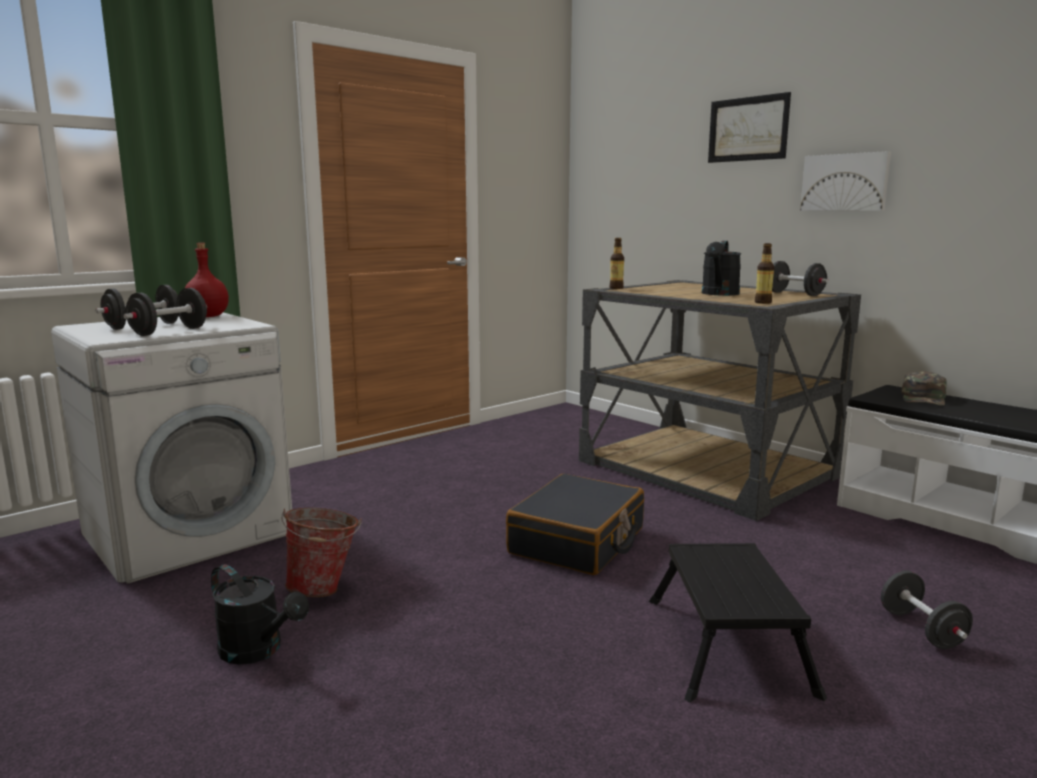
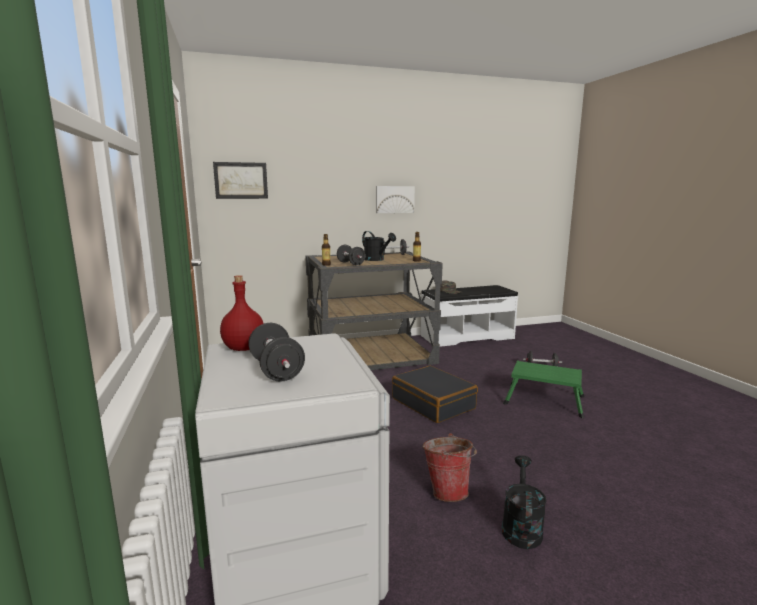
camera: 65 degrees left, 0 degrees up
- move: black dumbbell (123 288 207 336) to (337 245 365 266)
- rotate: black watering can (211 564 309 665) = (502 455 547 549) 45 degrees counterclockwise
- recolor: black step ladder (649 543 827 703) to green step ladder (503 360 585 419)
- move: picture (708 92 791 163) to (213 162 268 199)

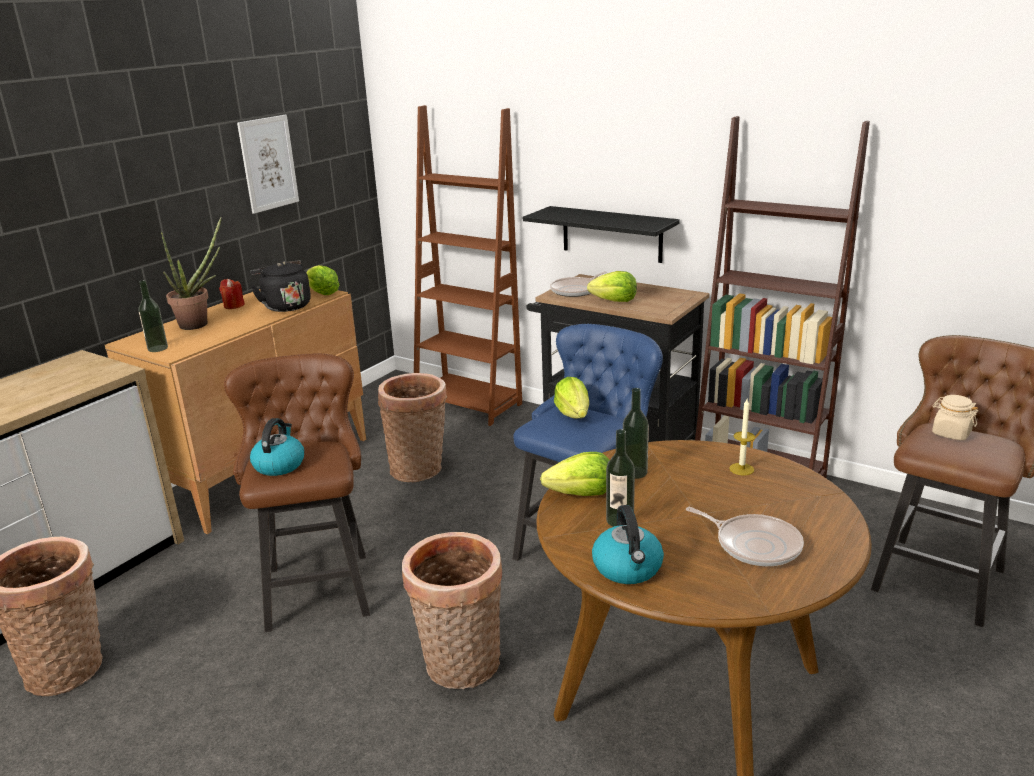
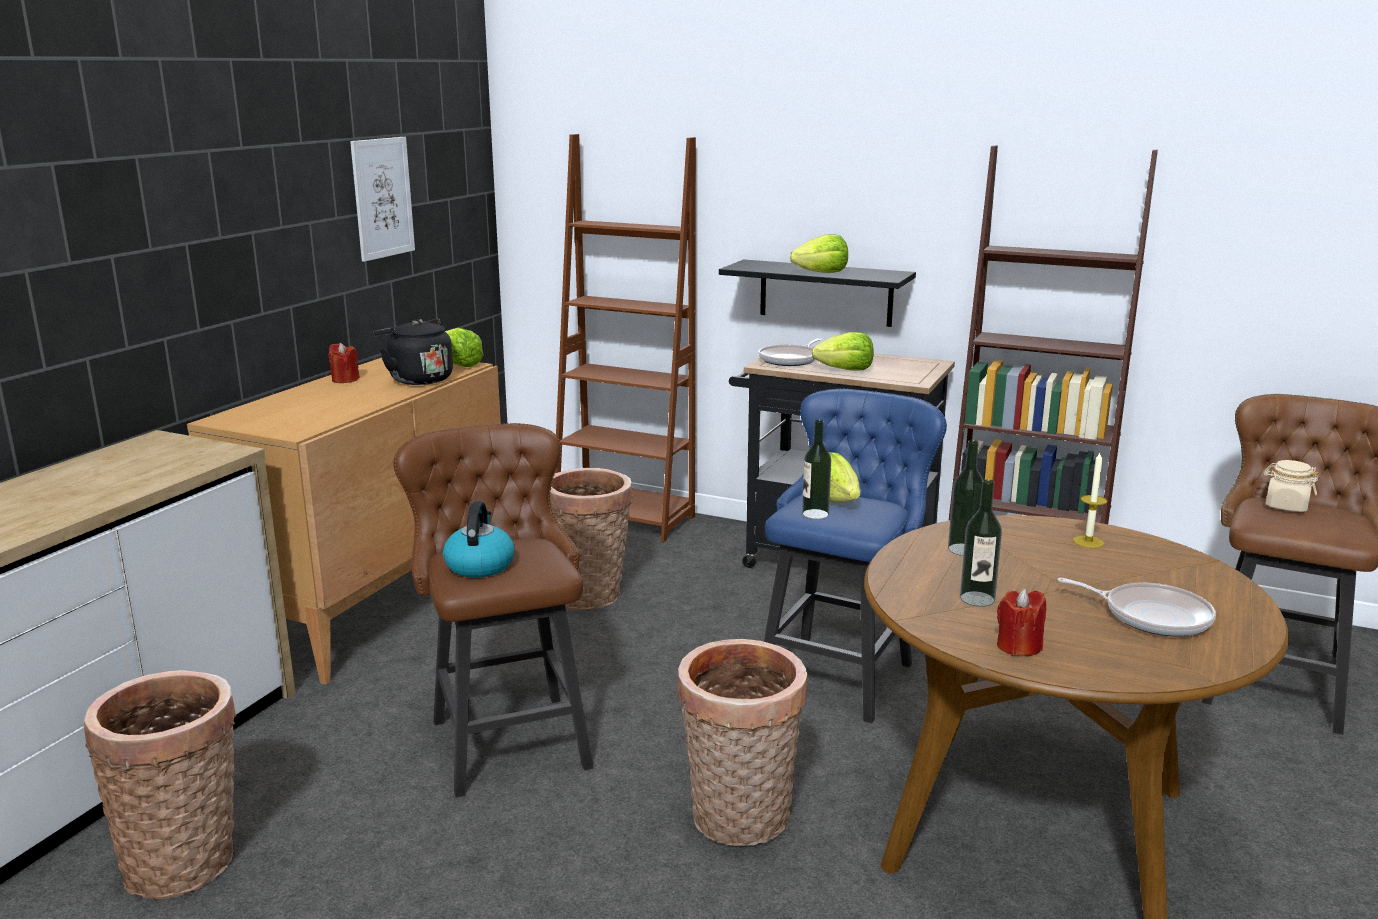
camera: 10 degrees left, 5 degrees down
- move: bottle (139 280 168 352) to (802 420 831 519)
- delete: potted plant (161 217 221 330)
- move: lettuce (540 452 610 496) to (790 234 848 273)
- replace: kettle (592 505 664 584) to red candle (997 589 1046 656)

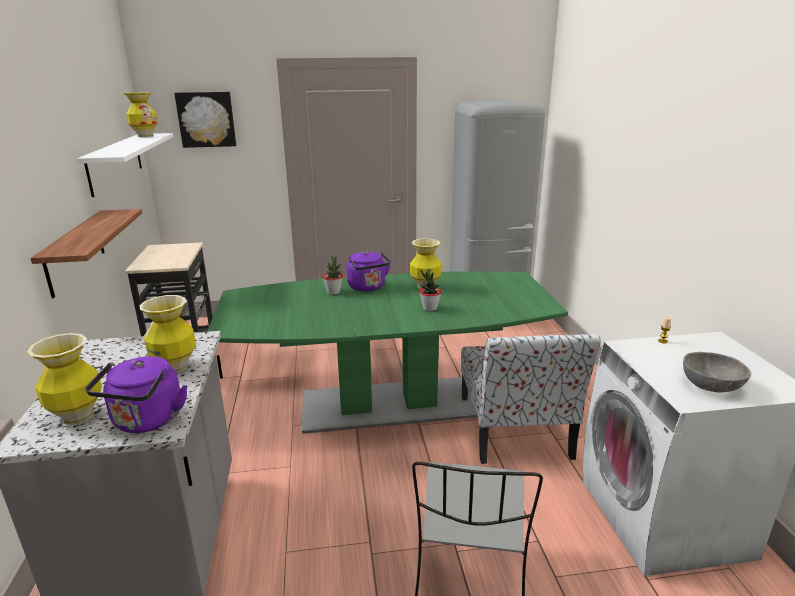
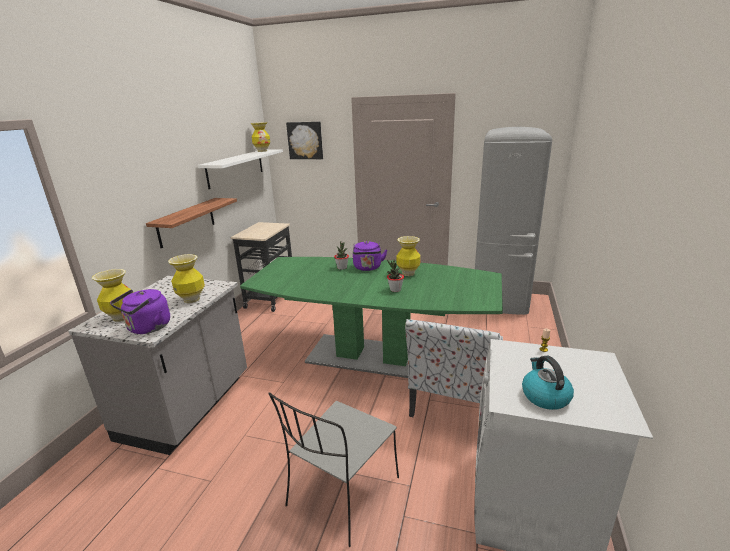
camera: 25 degrees right, 0 degrees up
- replace: grey bowl (683 352 751 392) to kettle (522 356 574 410)

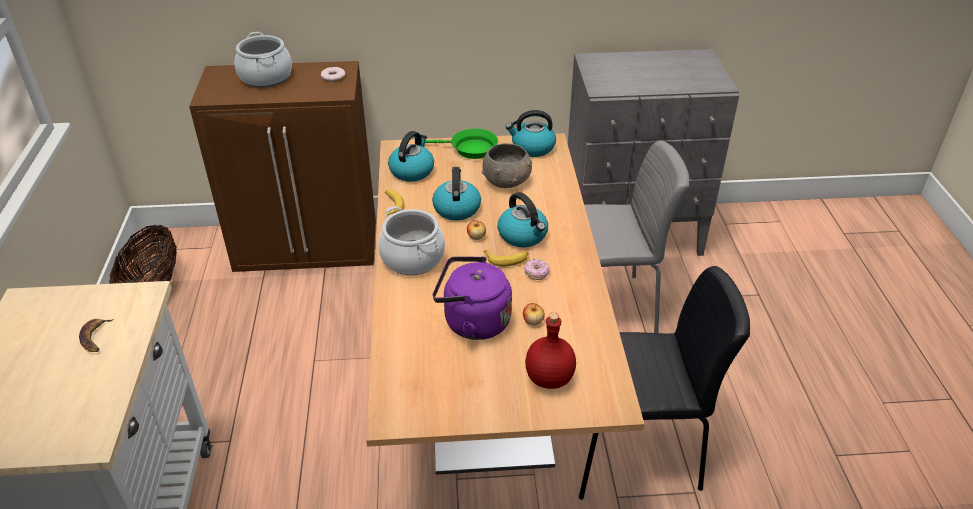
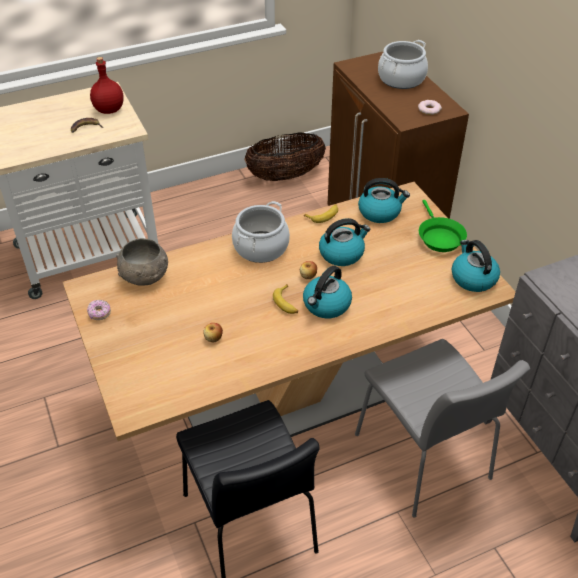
camera: 70 degrees right, 5 degrees up
- delete: purple kettle (433 256 512 340)
- move: grey bowl (482 143 532 188) to (116 238 168 286)
- move: donut (524 259 550 280) to (87 300 111 320)
- move: red bottle (525 313 576 389) to (90 57 124 114)

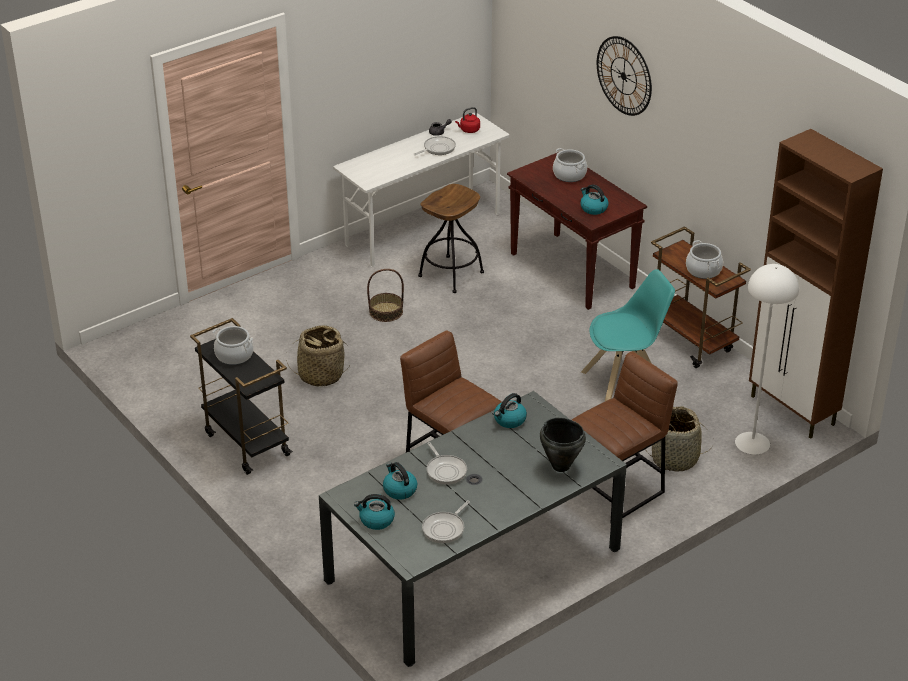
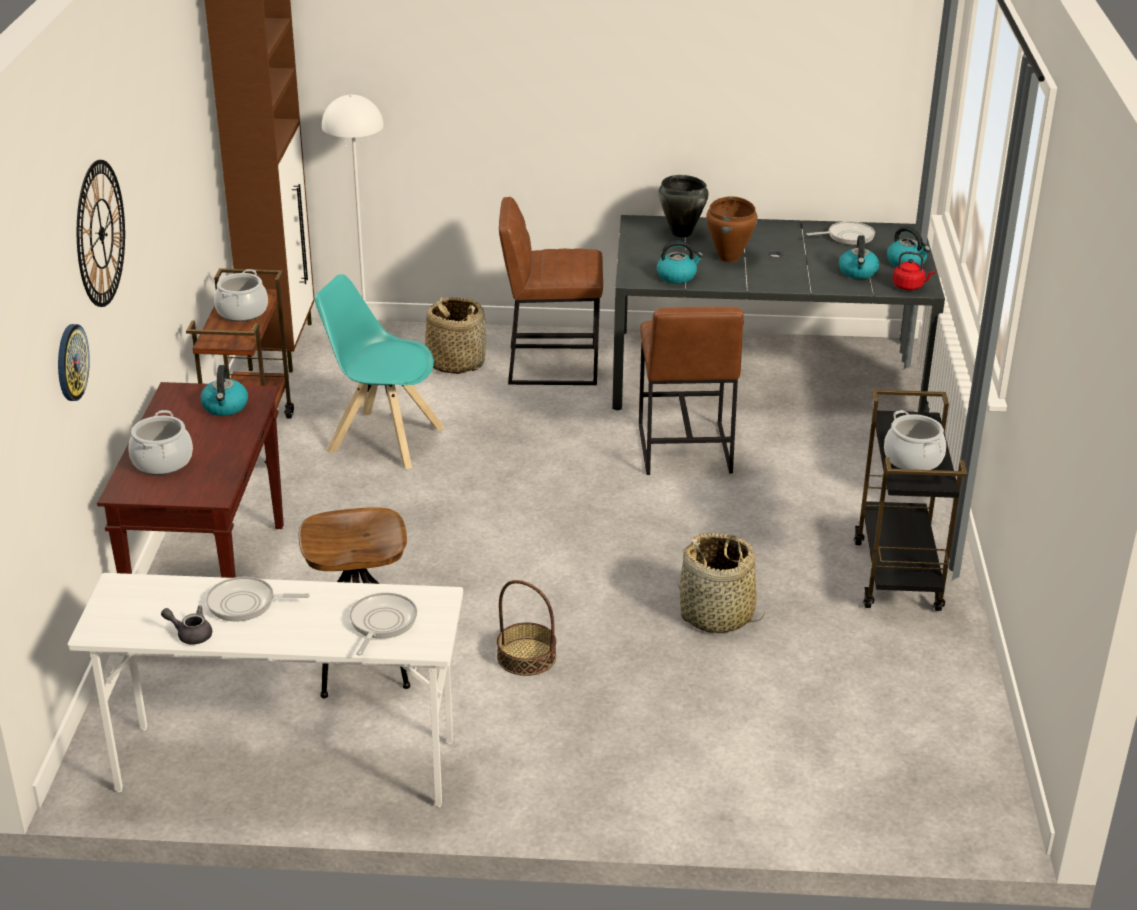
camera: 140 degrees left, 5 degrees down
- move: frying pan (426 442 467 484) to (350 593 417 655)
- move: red kettle (455 107 480 133) to (893 251 935 290)
- insert: wall clock (58 324 90 401)
- insert: brown cooking pot (706 196 758 262)

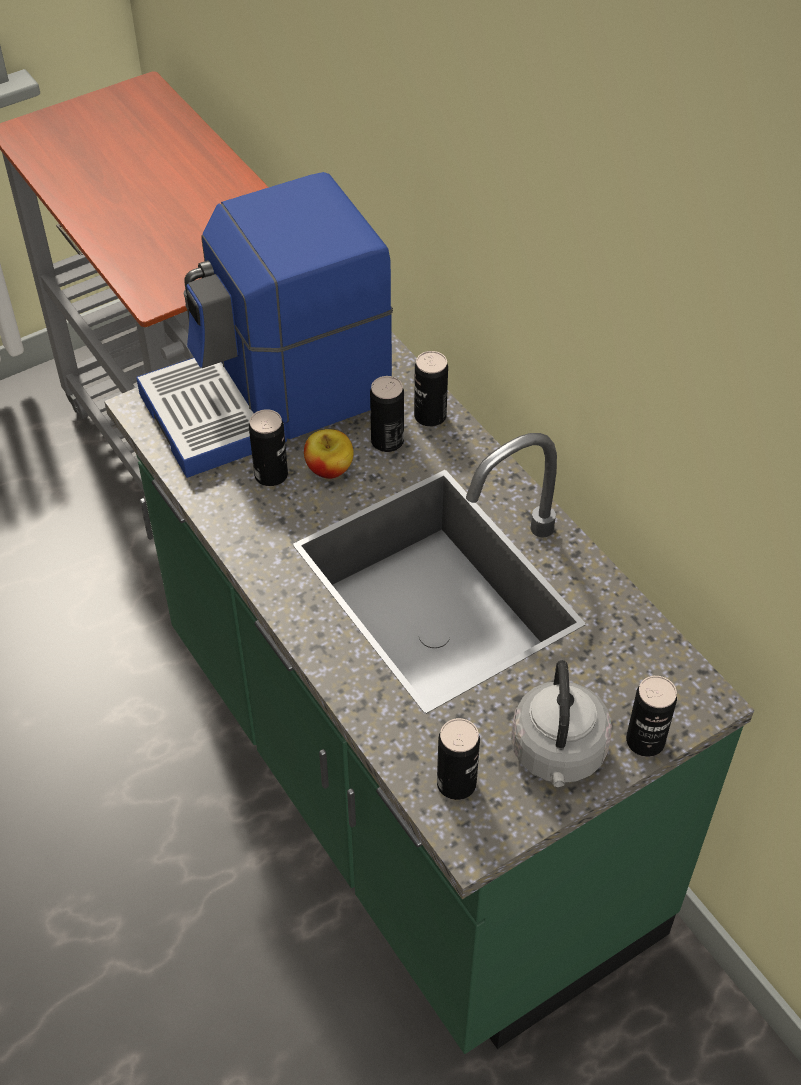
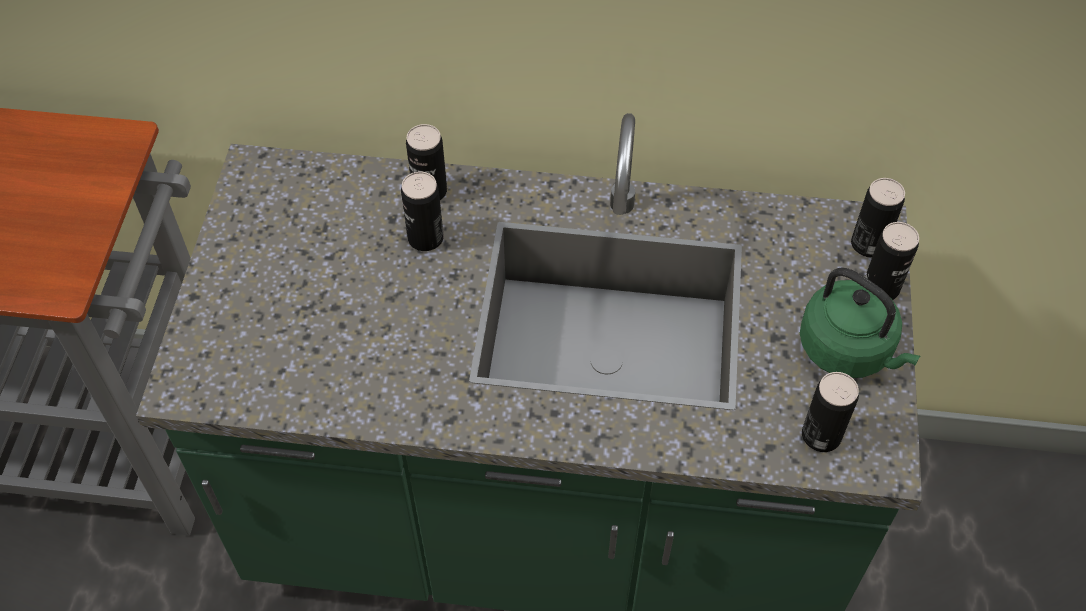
camera: 50 degrees left, 5 degrees up
- delete: coffee machine (136 172 393 478)
- move: can (249 409 288 486) to (851 178 905 258)
- delete: apple (304 429 354 479)
- recolor: grey kettle (511 660 612 787) to green kettle (800 267 920 378)

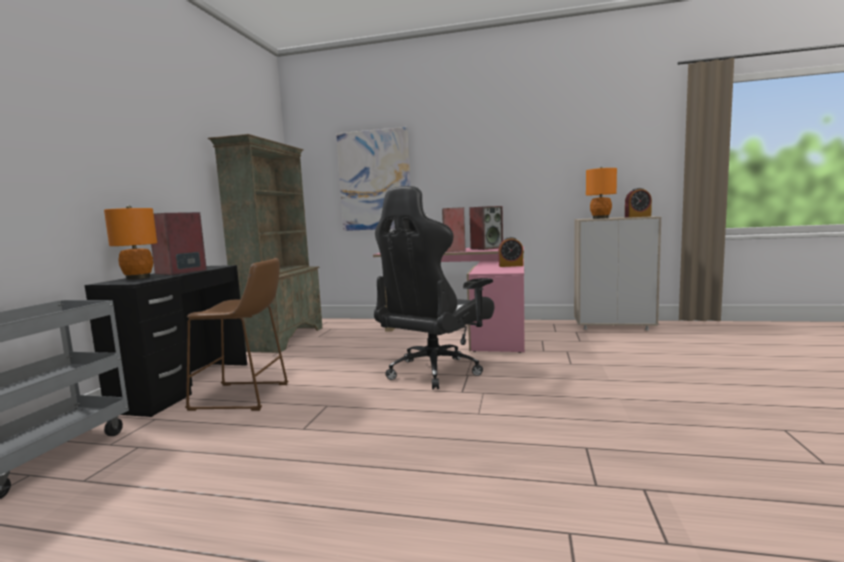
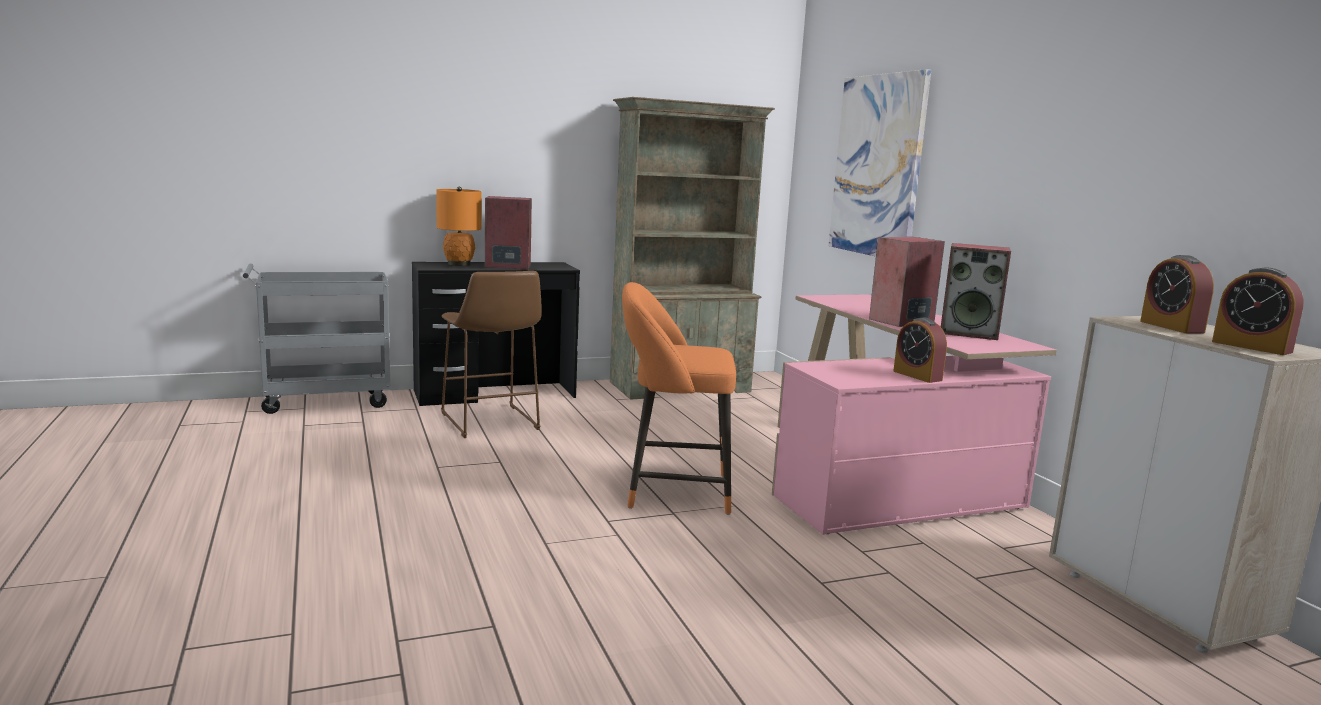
camera: 55 degrees right, 5 degrees up
- replace: black office chair (374 186 494 389) to orange stool (622 282 736 515)
- replace: orange table lamp (586 167 617 219) to alarm clock (1140 255 1214 333)

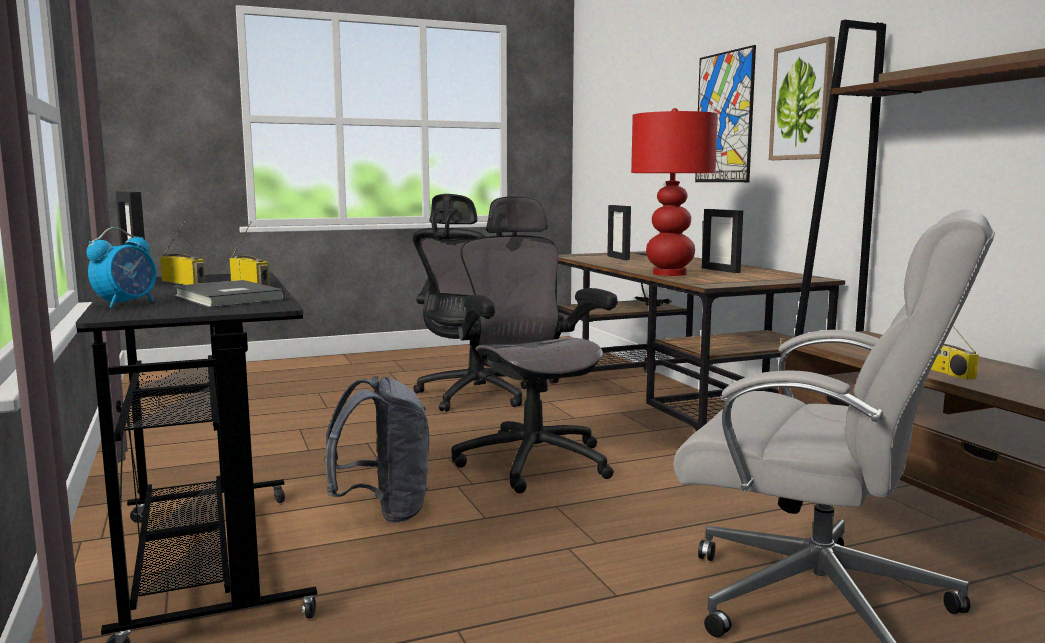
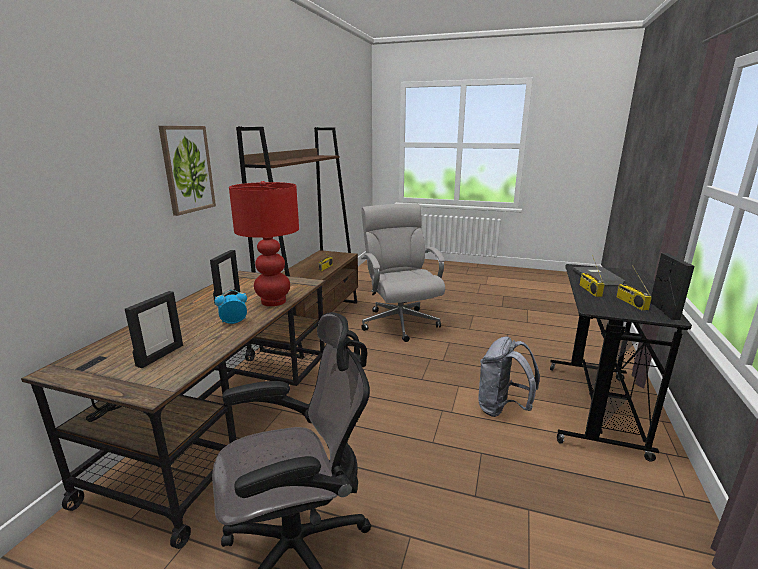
camera: 140 degrees left, 10 degrees up
- move: alarm clock (86 227 157 308) to (214 290 247 324)
- delete: office chair (451 196 617 493)
- delete: picture (695 45 756 182)

